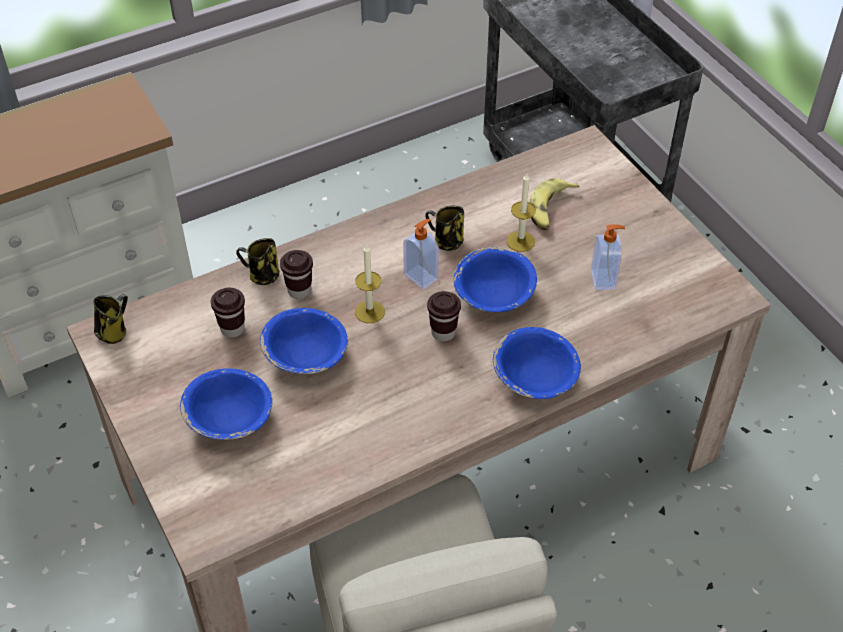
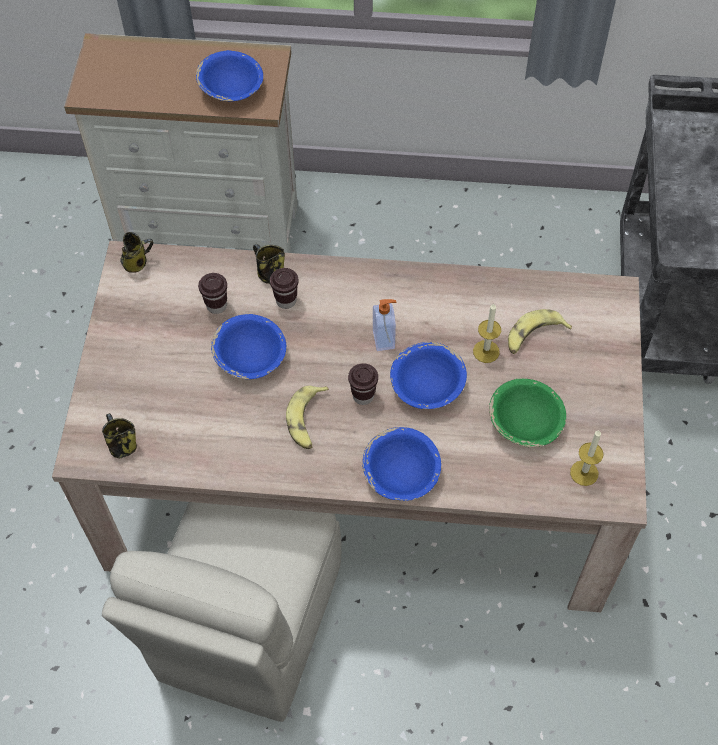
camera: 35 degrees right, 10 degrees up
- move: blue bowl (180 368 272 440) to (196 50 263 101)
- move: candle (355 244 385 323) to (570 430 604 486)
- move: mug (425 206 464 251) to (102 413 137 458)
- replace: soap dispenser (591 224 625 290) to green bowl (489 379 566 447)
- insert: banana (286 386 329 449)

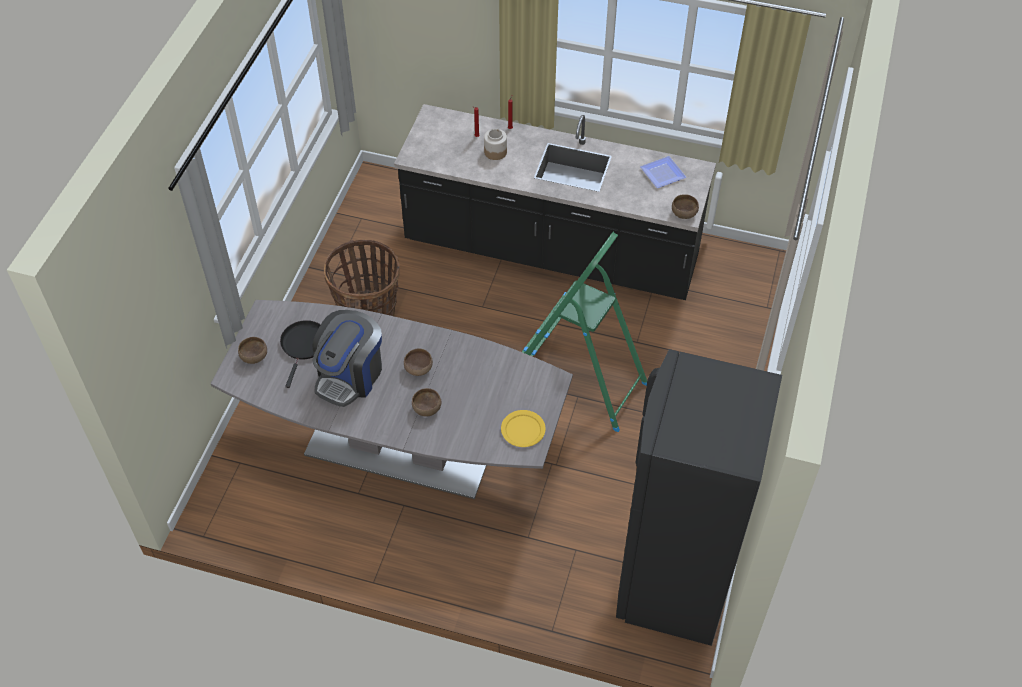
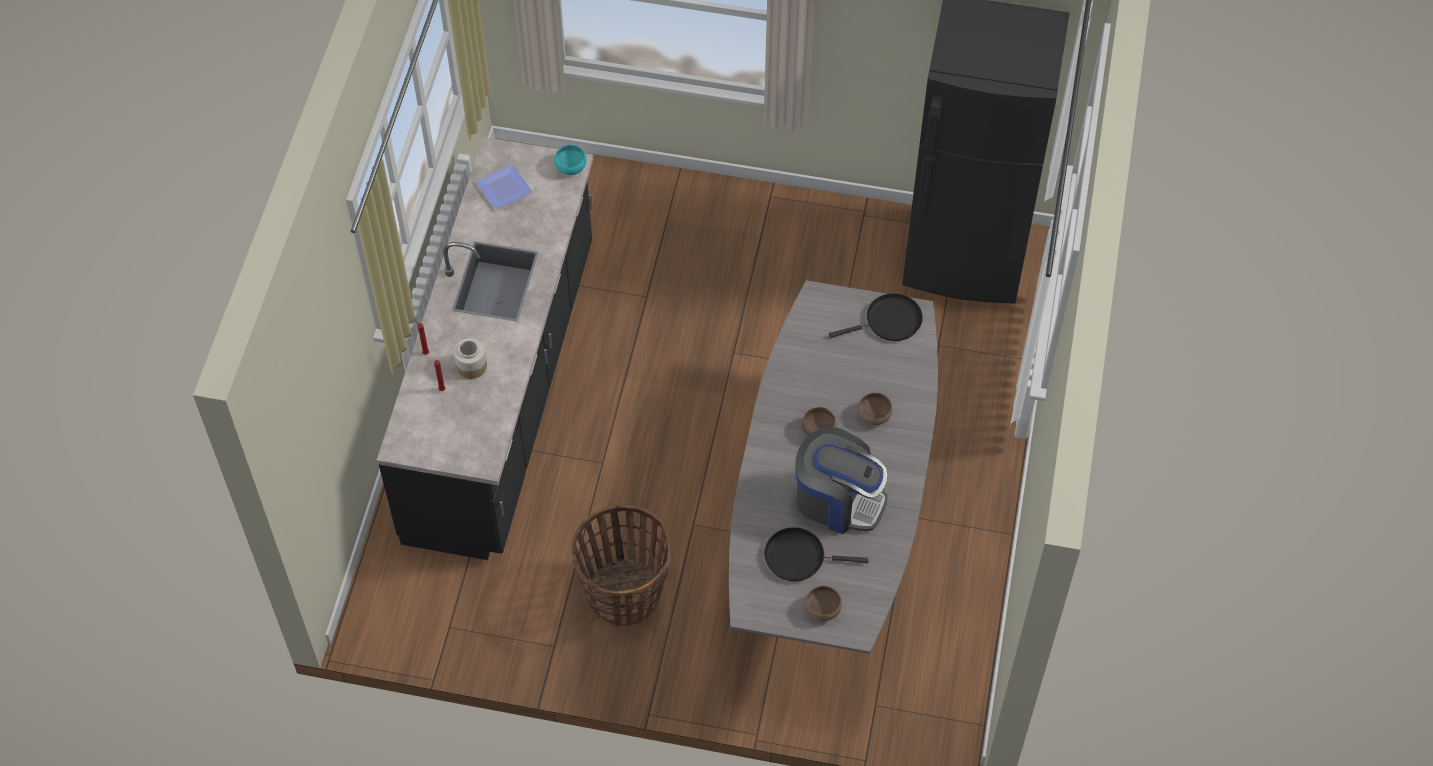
camera: 95 degrees left, 5 degrees up
- replace: yellow plate (501 410 546 447) to black frying pan (829 293 923 341)
- delete: green step ladder (522 231 647 432)
- recolor: brown bowl (672 194 699 219) to turquoise bowl (554 145 587 175)

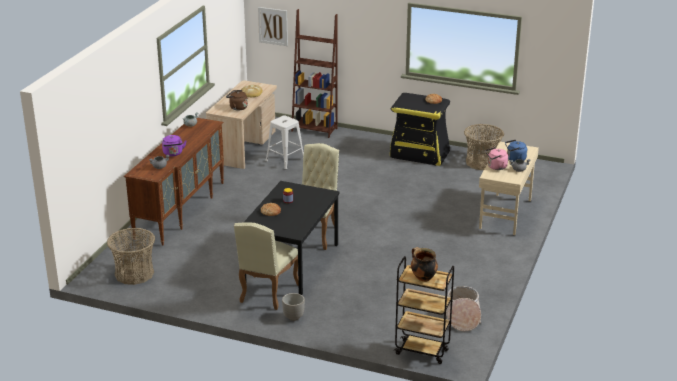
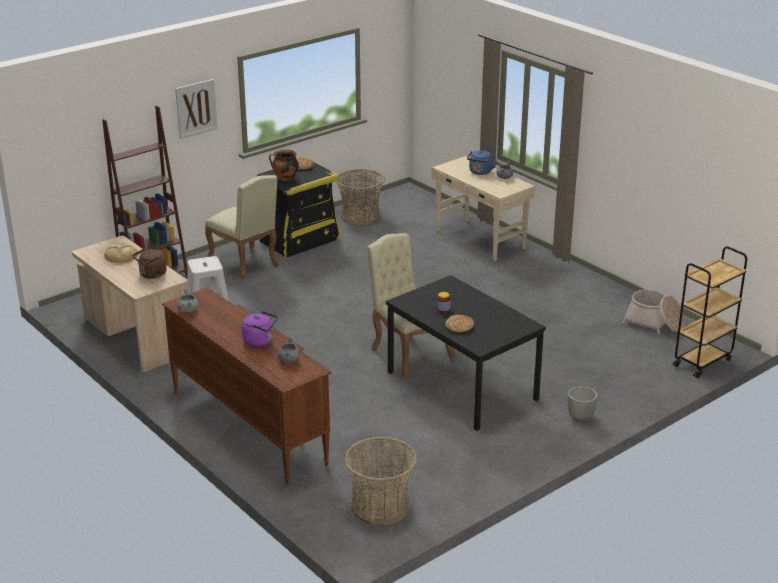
camera: 60 degrees left, 0 degrees up
- move: beige chair (234 222 299 310) to (205 175 278 280)
- move: picture (258 7 288 46) to (175 79 218 139)
- move: cooking pot (411 247 438 282) to (269 149 299 181)
- delete: pink kettle (485 147 508 170)

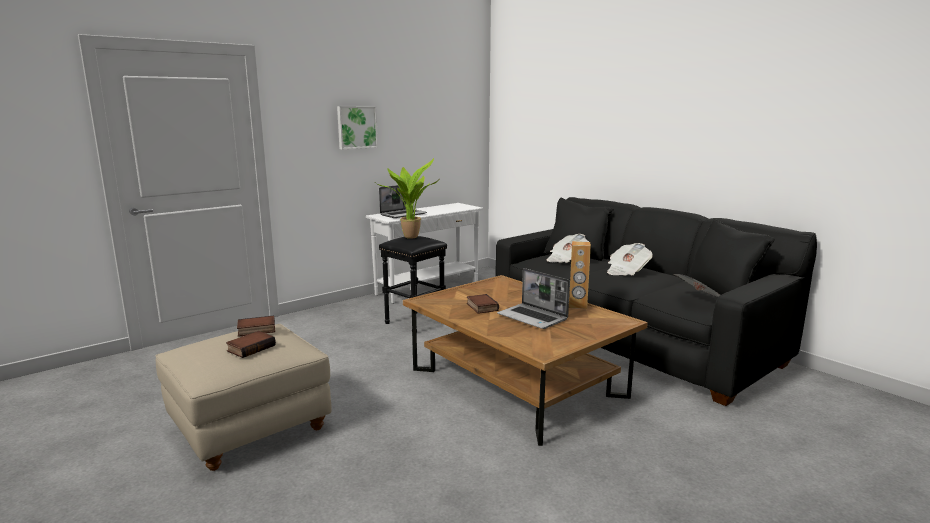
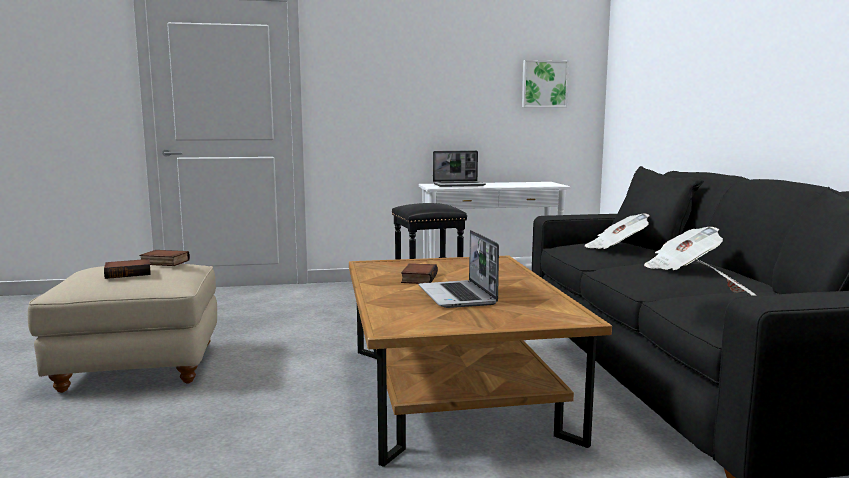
camera: 30 degrees right, 5 degrees down
- move: picture (337 106 378 149) to (522 60 569 108)
- delete: potted plant (376 158 439 239)
- delete: brown speaker (569 241 591 309)

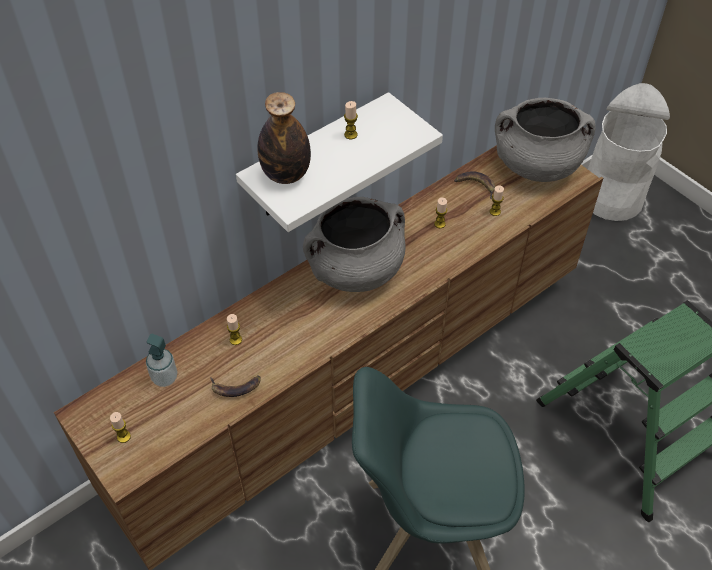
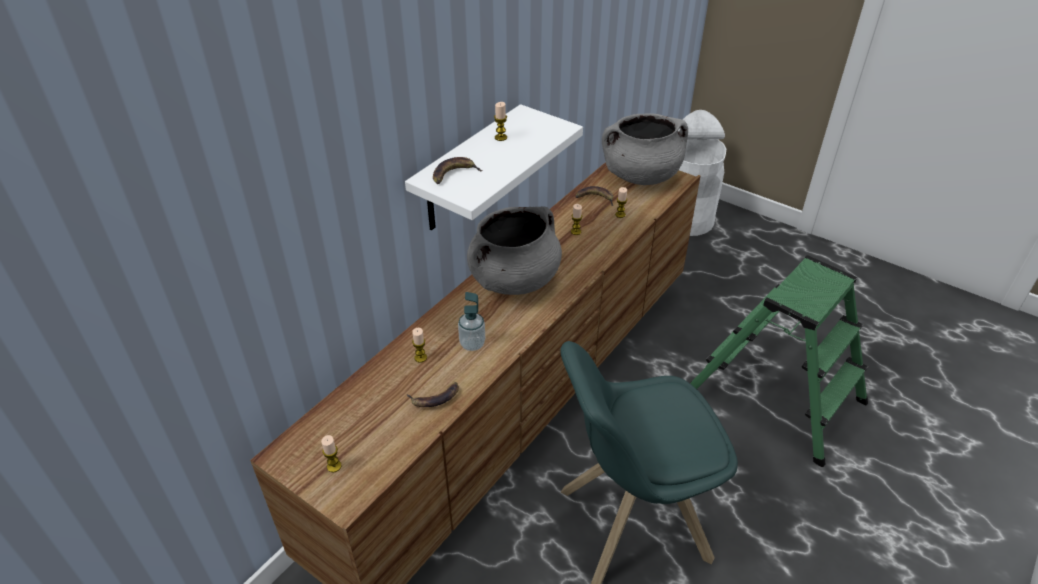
camera: 15 degrees left, 10 degrees down
- move: soap dispenser (146 334 178 387) to (458 292 485 351)
- replace: bottle (257 92 311 184) to banana (433 157 483 184)

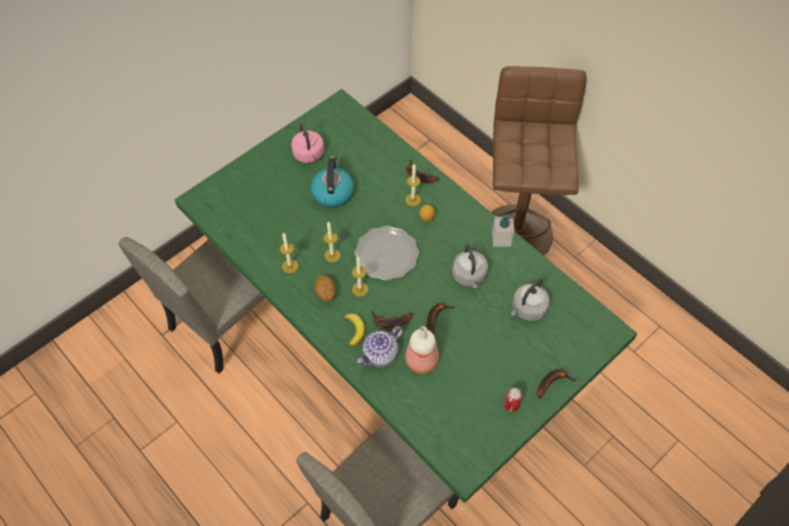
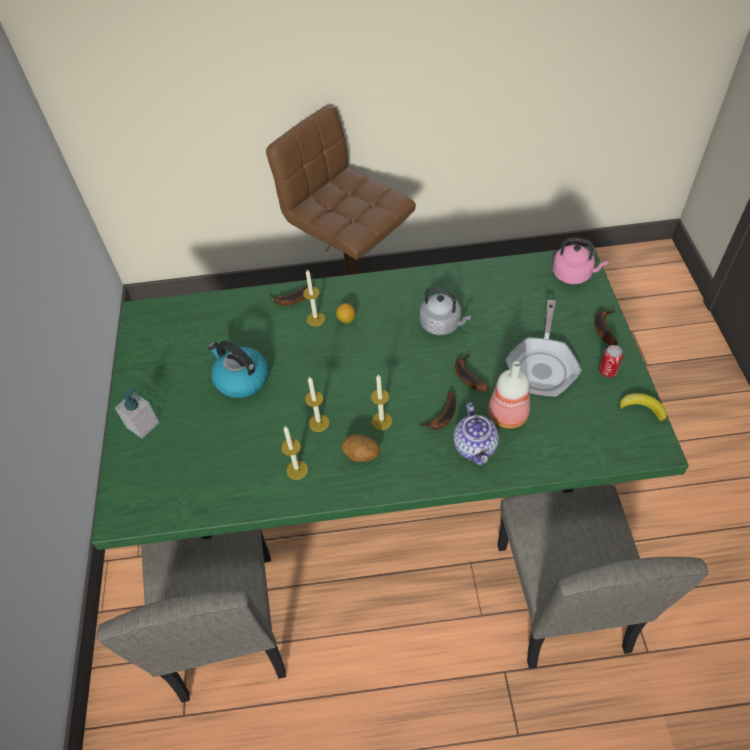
camera: 50 degrees left, 5 degrees down
- move: pink kettle (291 122 324 163) to (552 238 608 284)
- move: banana (344 313 365 347) to (619 393 667 421)
- delete: plate (354 226 419 281)
- move: soap dispenser (492 214 516 247) to (115 386 159 439)
- delete: grey kettle (511 278 550 321)
- insert: frying pan (505 300 582 397)

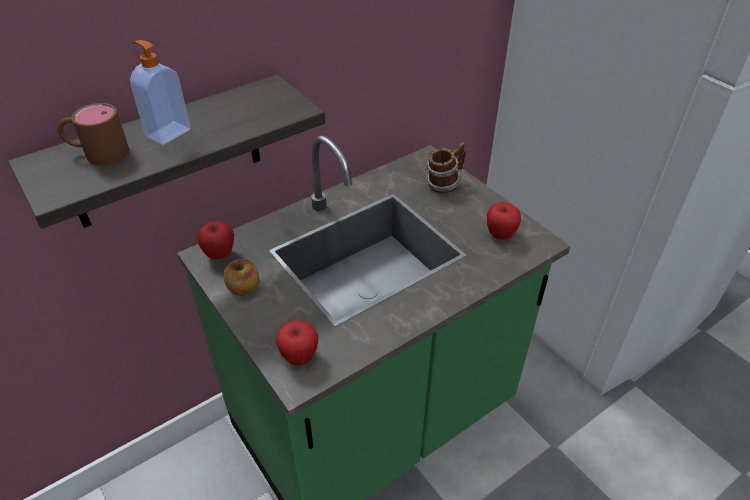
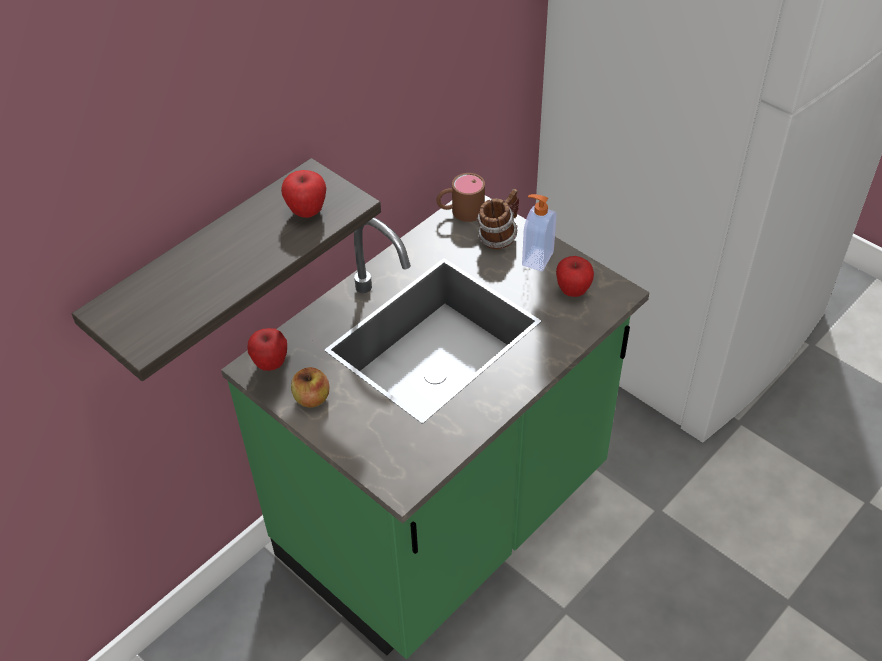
camera: 10 degrees left, 5 degrees up
- move: brown mug (58 103 129 165) to (436 173 485 222)
- move: soap dispenser (130 40 190 145) to (522 194 557 271)
- move: apple (275 321 319 365) to (281 170 326 218)

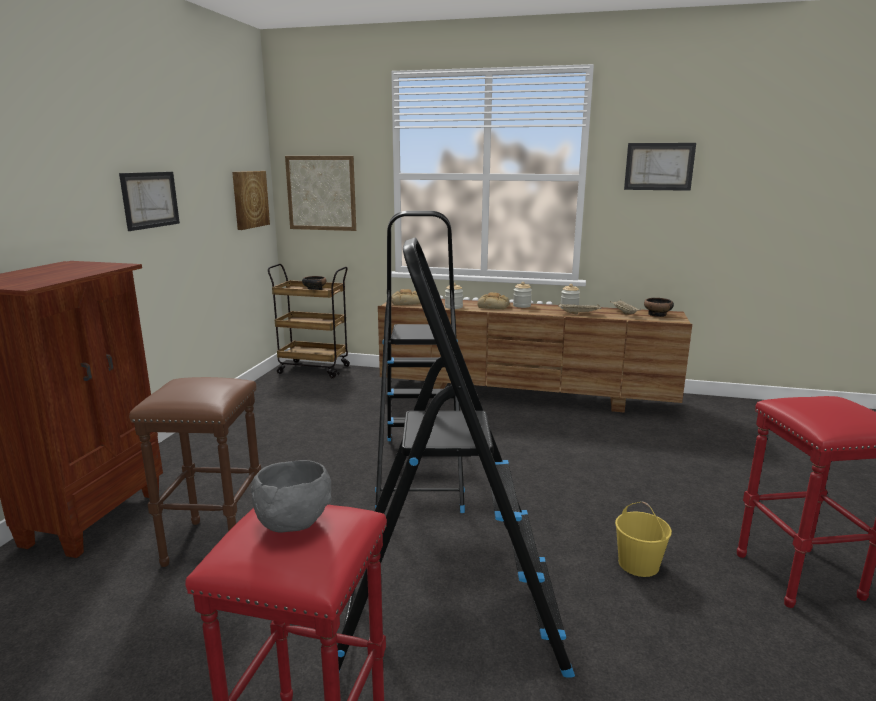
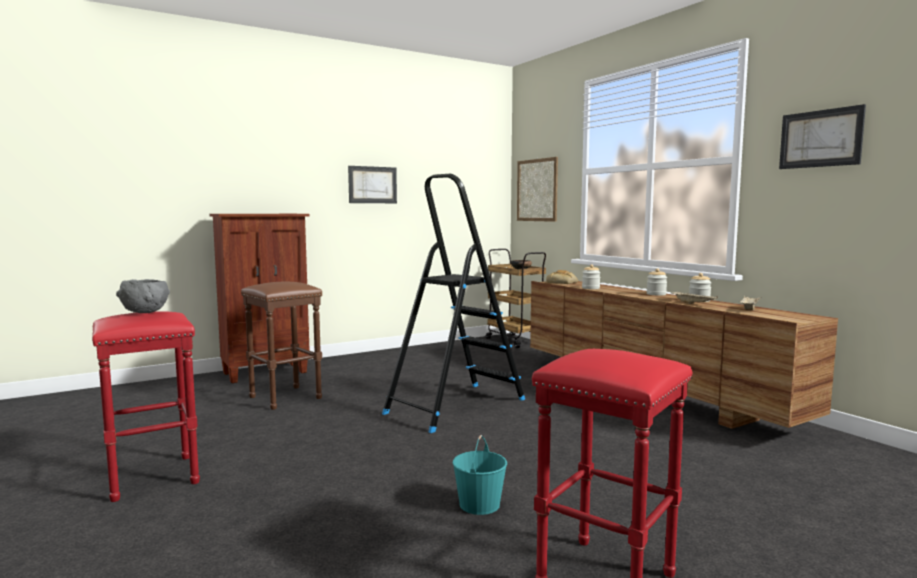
camera: 45 degrees right, 10 degrees down
- delete: picture (232 171 270 230)
- delete: black step ladder (337 238 575 678)
- delete: bread (477 292 510 309)
- recolor: yellow bucket (615 502 672 577) to turquoise bucket (453 435 507 515)
- delete: bowl (644 298 674 317)

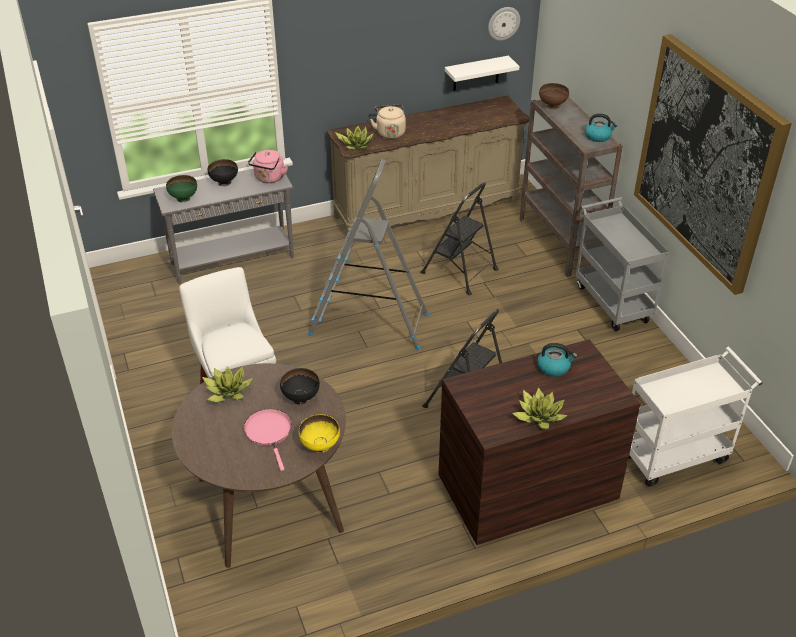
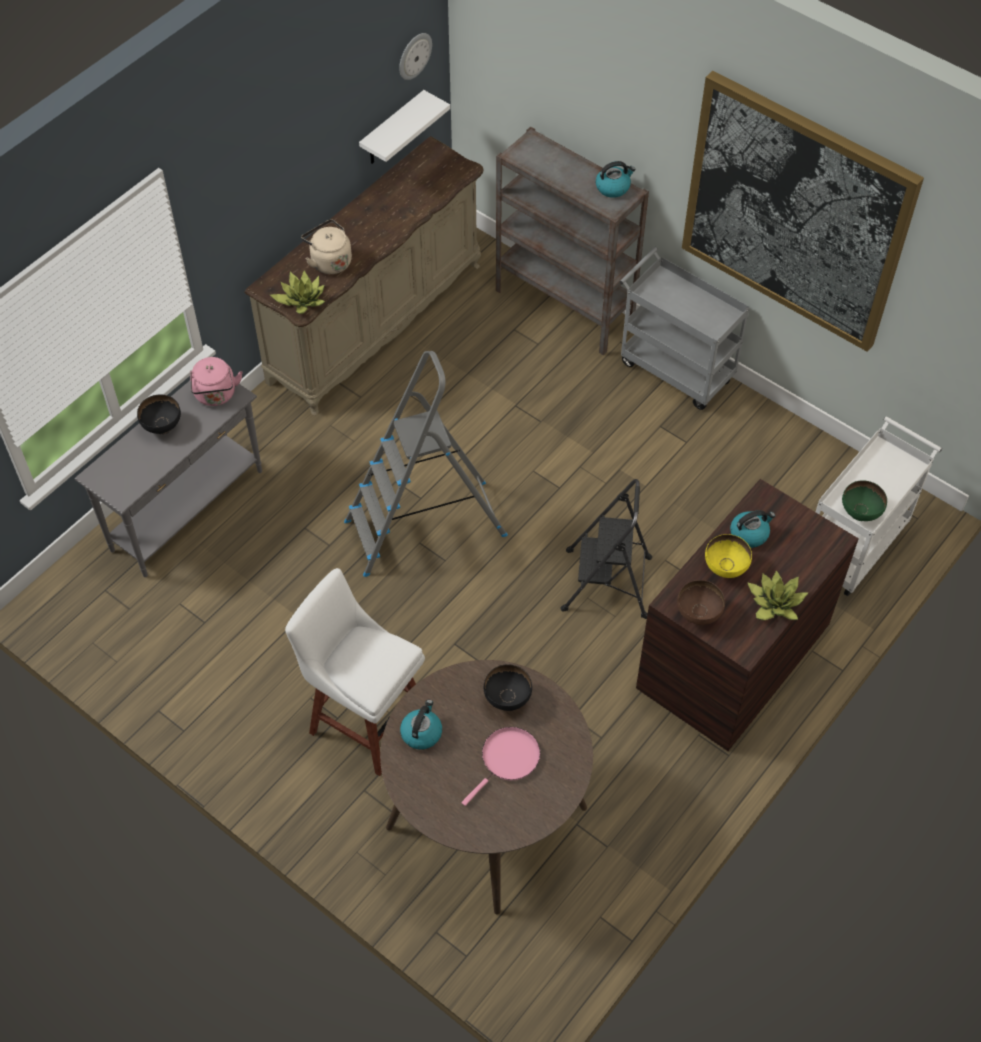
camera: 30 degrees left, 15 degrees up
- move: green bowl (166 175 197 202) to (842 480 887 521)
- replace: potted plant (202 366 252 403) to kettle (400 700 442 750)
- rotate: pink frying pan (244 409 292 471) = (462 727 540 806) 90 degrees clockwise
- move: yellow bowl (299 414 340 453) to (705 534 752 578)
- delete: black step ladder (420 182 499 295)
- move: brown bowl (539 83 569 110) to (677 580 725 625)

